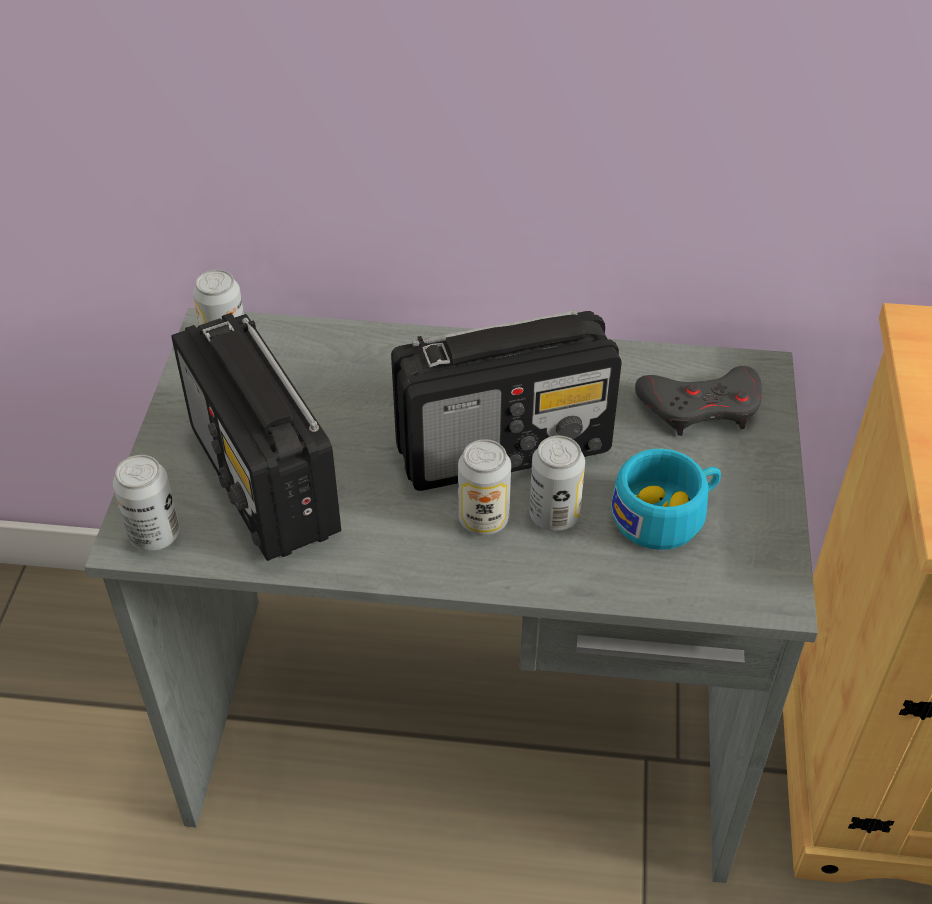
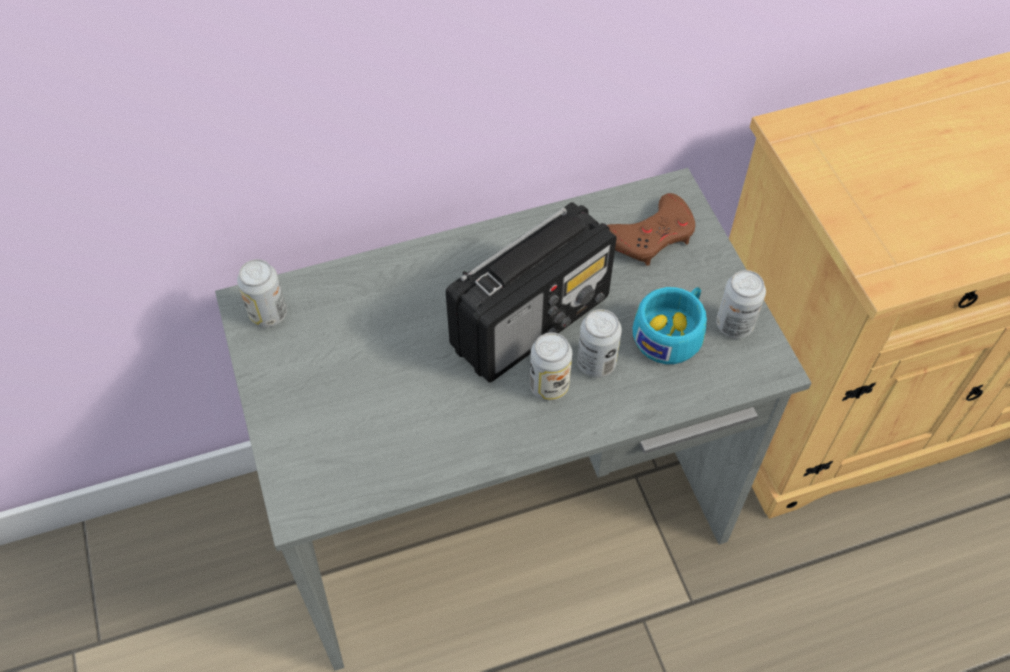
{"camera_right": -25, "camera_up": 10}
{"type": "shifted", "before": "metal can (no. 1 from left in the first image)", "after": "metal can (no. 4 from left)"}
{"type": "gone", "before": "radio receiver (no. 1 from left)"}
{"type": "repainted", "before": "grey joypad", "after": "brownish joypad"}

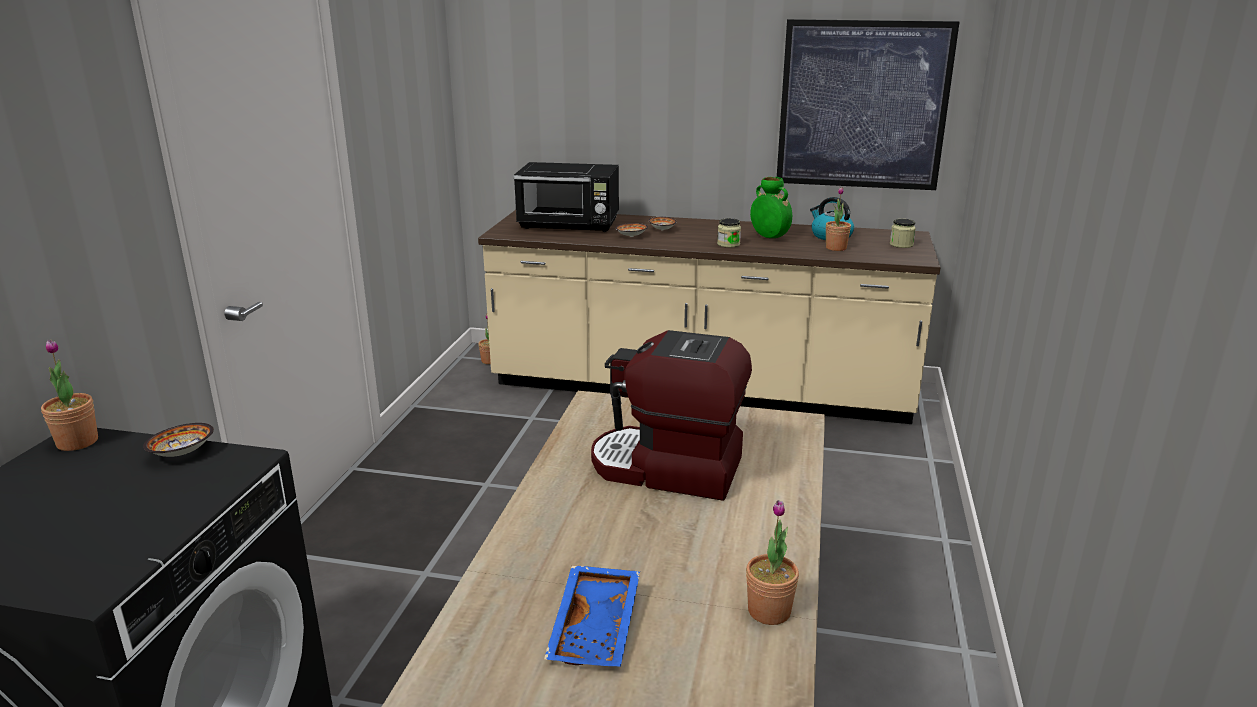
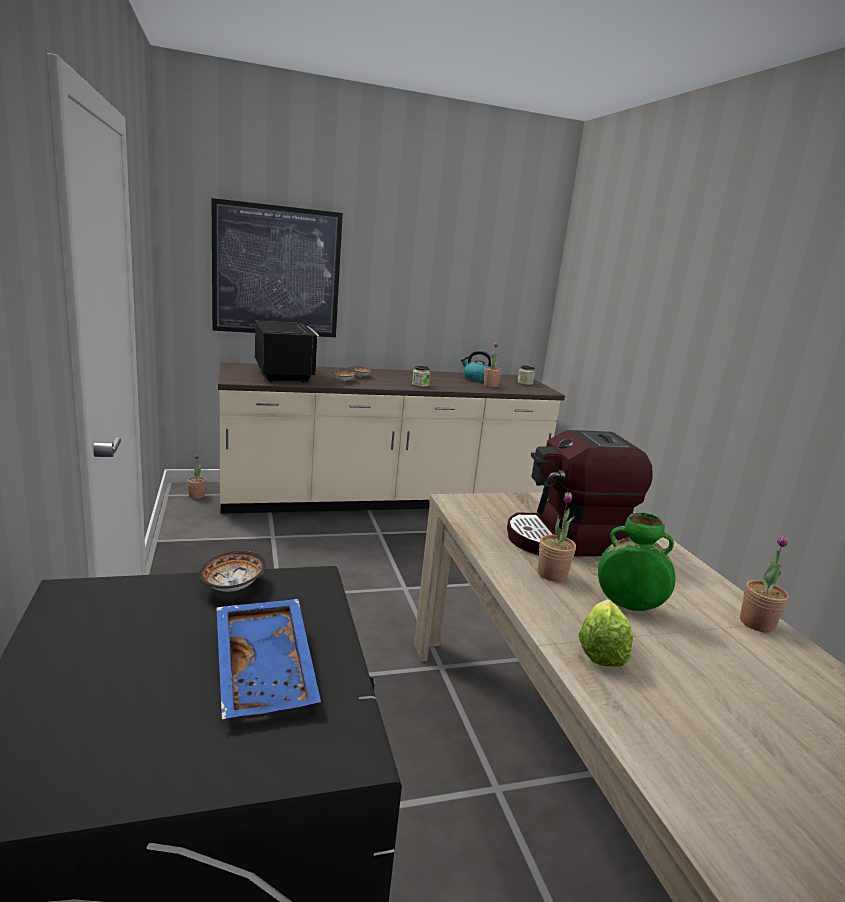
{"camera_right": -30, "camera_up": -5}
{"type": "shifted", "before": "plant in a pot (no. 1 from left in the first image)", "after": "plant in a pot (no. 3 from left)"}
{"type": "rotated", "before": "black microwave oven", "turn": -90}
{"type": "shifted", "before": "blue-coloured carrying tray"}
{"type": "shifted", "before": "green decorative vase"}
{"type": "shifted", "before": "wall art"}
{"type": "new", "after": "lettuce"}

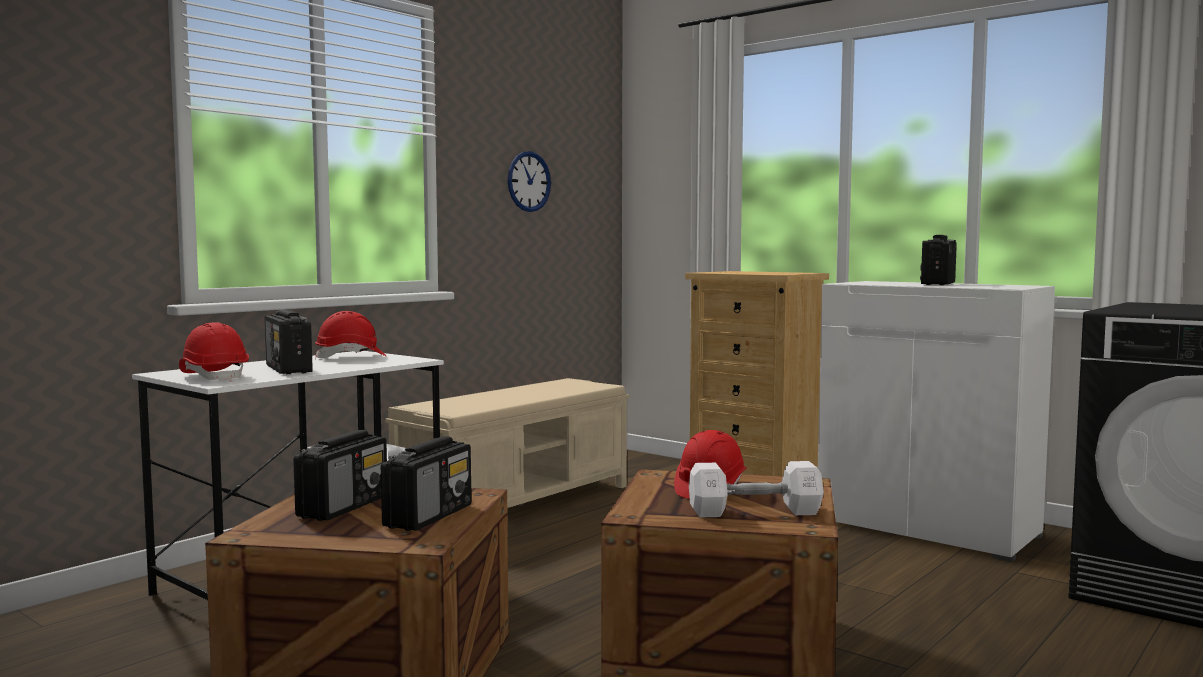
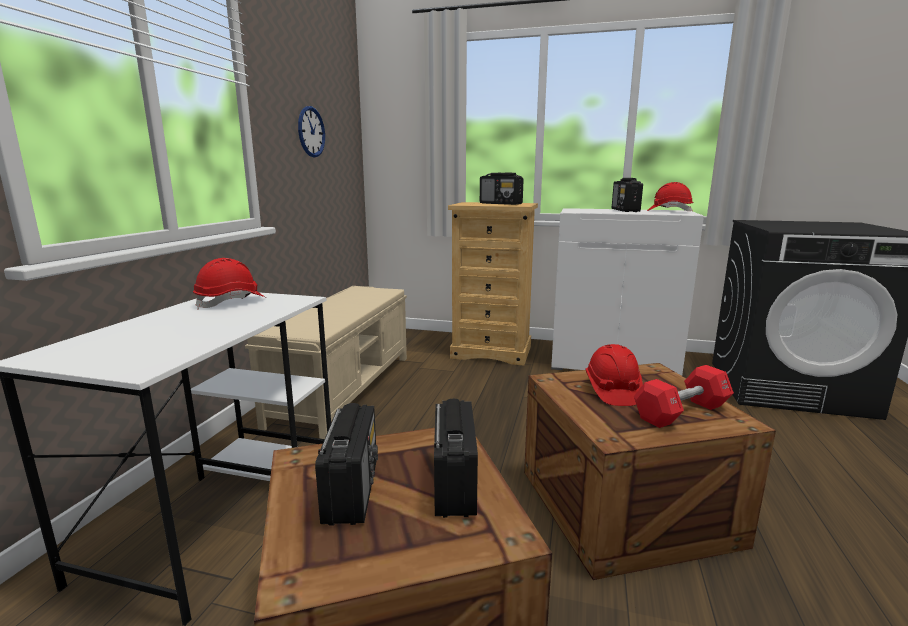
{"camera_right": -25, "camera_up": 10}
{"type": "shifted", "before": "red hard hat (no. 1 from left in the first image)", "after": "red hard hat (no. 3 from left)"}
{"type": "shifted", "before": "radio receiver (no. 1 from left in the first image)", "after": "radio receiver (no. 3 from left)"}
{"type": "repainted", "before": "white-coloured free weight", "after": "red free weight"}

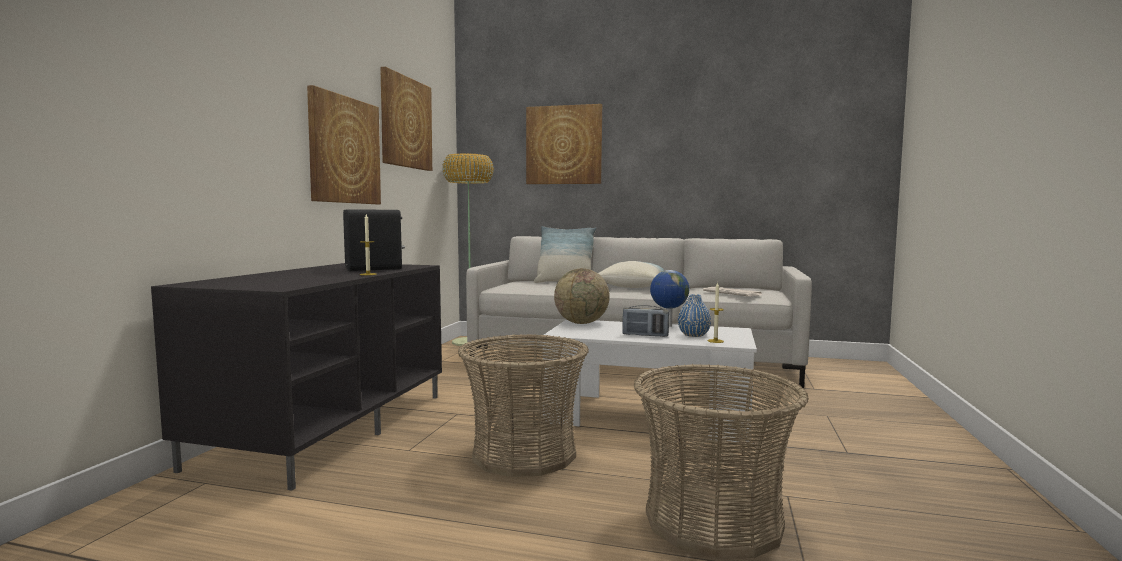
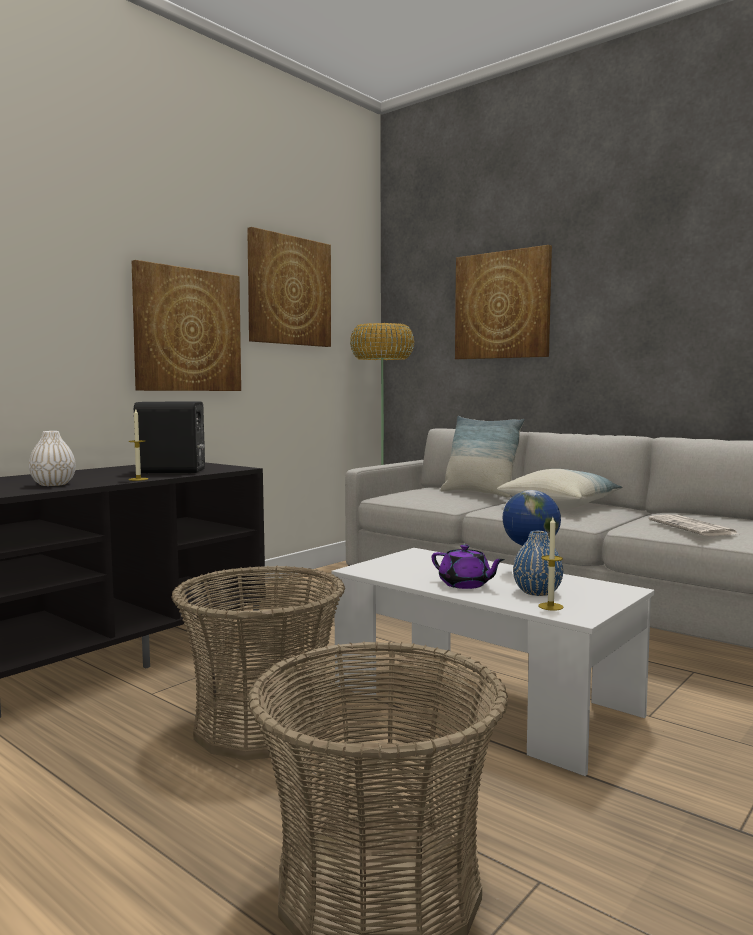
{"camera_right": 25, "camera_up": 0}
{"type": "gone", "before": "globe (no. 1 from left)"}
{"type": "swapped", "before": "radio receiver", "after": "purplish teapot"}
{"type": "new", "after": "white-coloured decorative vase"}

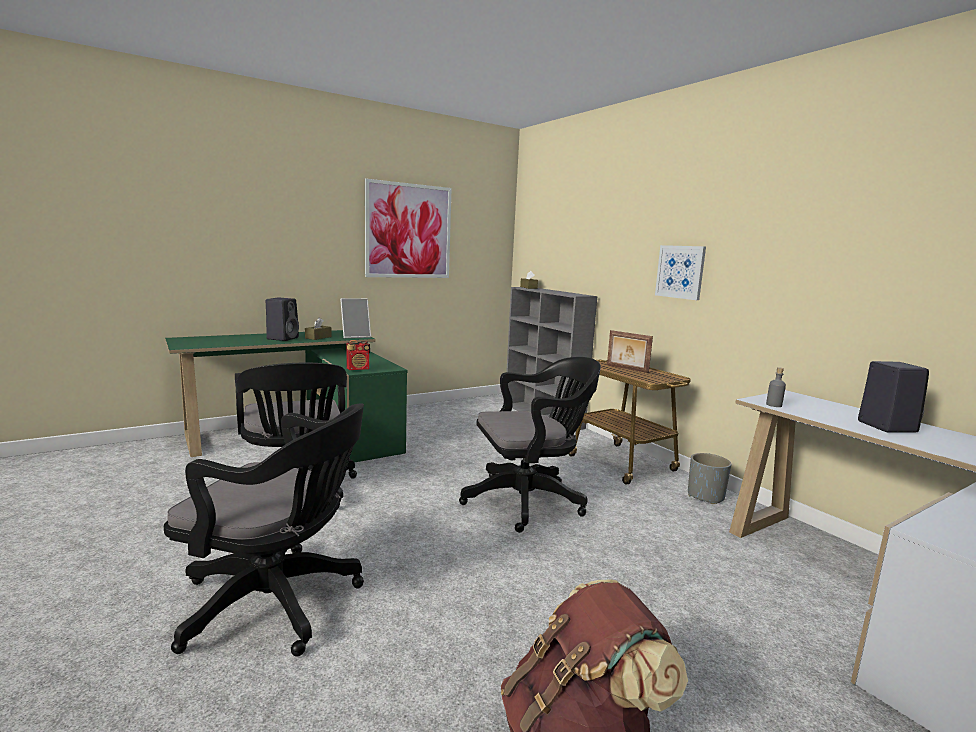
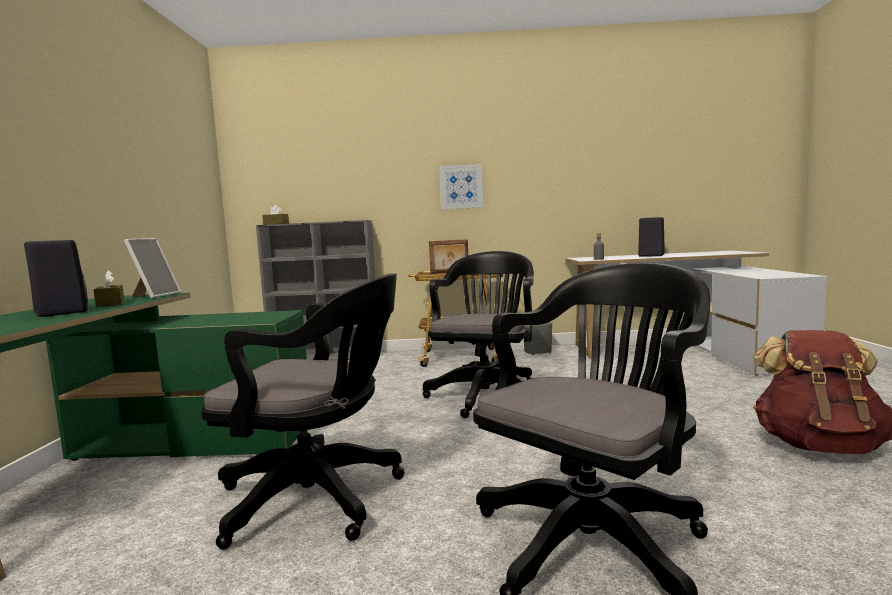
{"camera_right": -55, "camera_up": -5}
{"type": "gone", "before": "radio receiver"}
{"type": "gone", "before": "wall art (no. 1 from left)"}

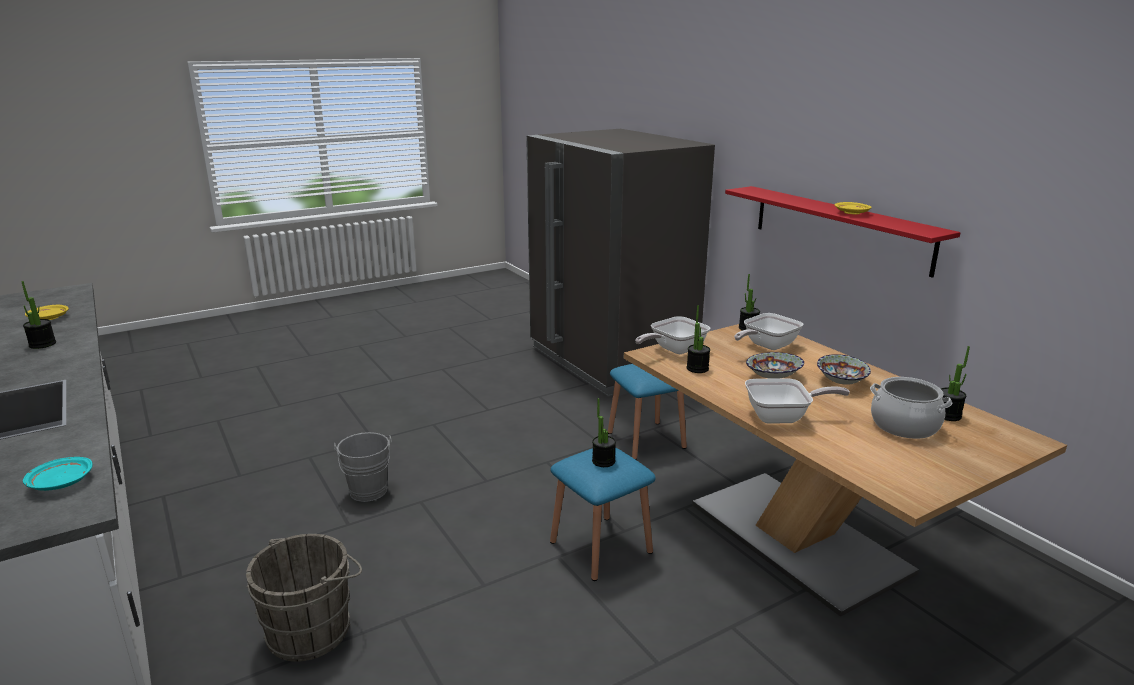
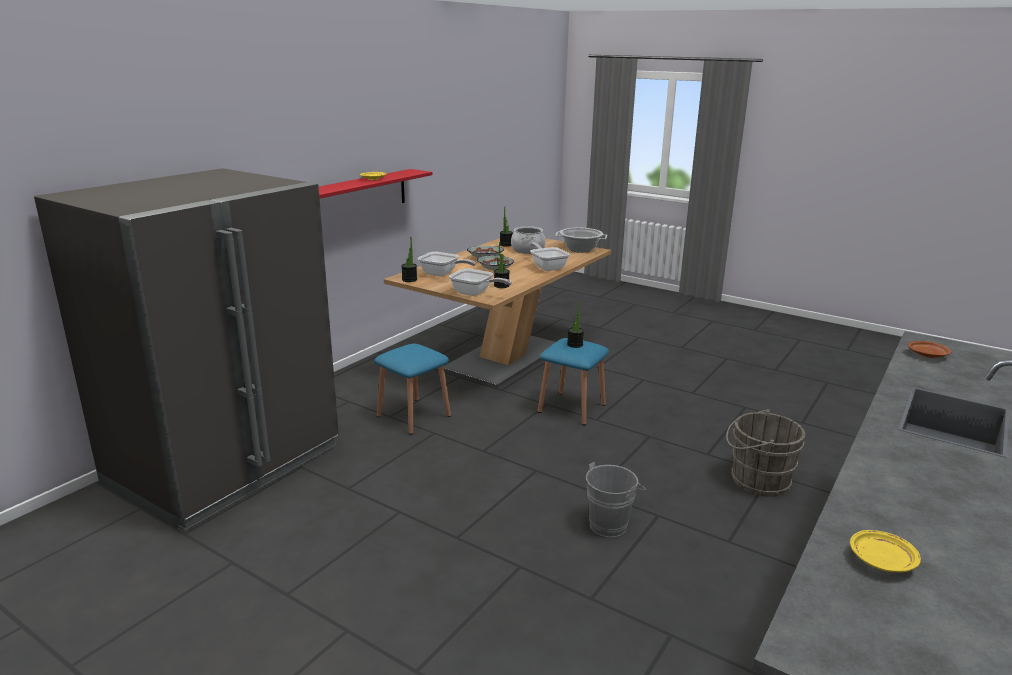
{"camera_right": -115, "camera_up": 0}
{"type": "gone", "before": "plant in a pot (no. 1 from left)"}
{"type": "repainted", "before": "turquoise-coloured flat dish", "after": "brownish flat dish"}
{"type": "new", "after": "cooking pot (no. 2 from left)"}

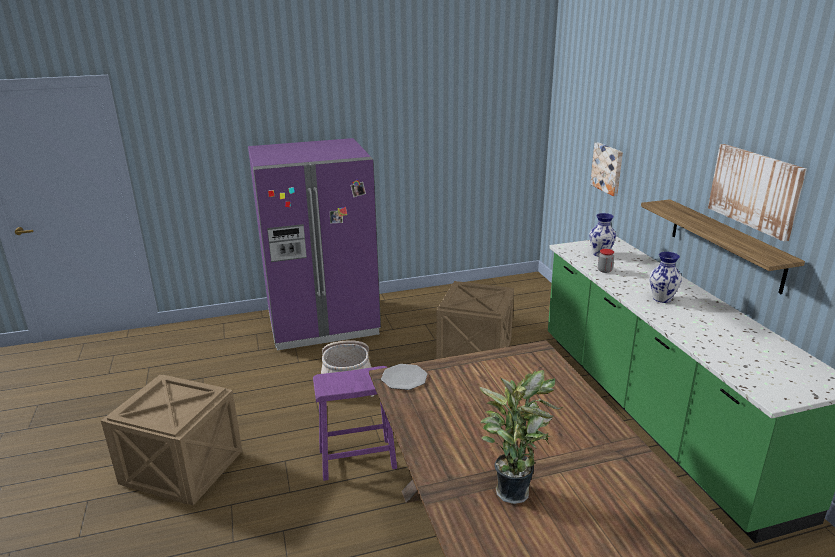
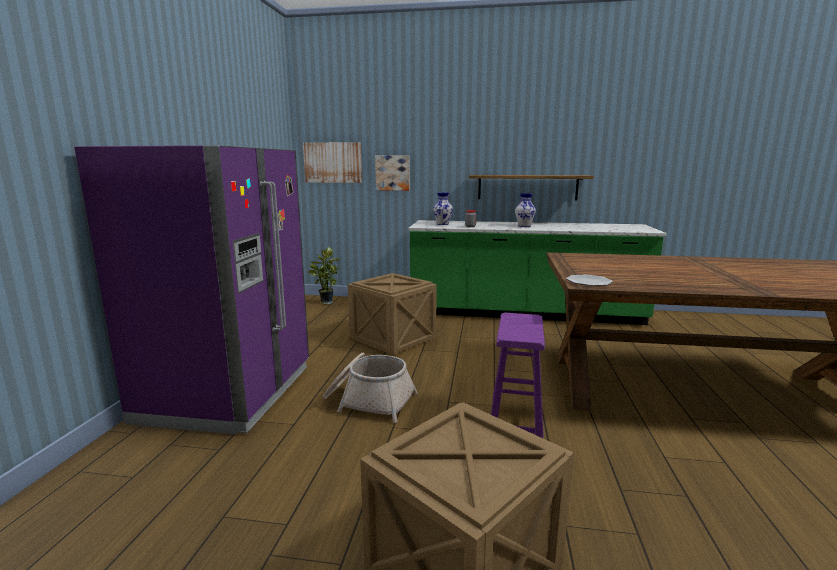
{"camera_right": -65, "camera_up": -10}
{"type": "shifted", "before": "plant in a pot"}
{"type": "shifted", "before": "wall art (no. 2 from left in the first image)", "after": "wall art (no. 1 from left)"}

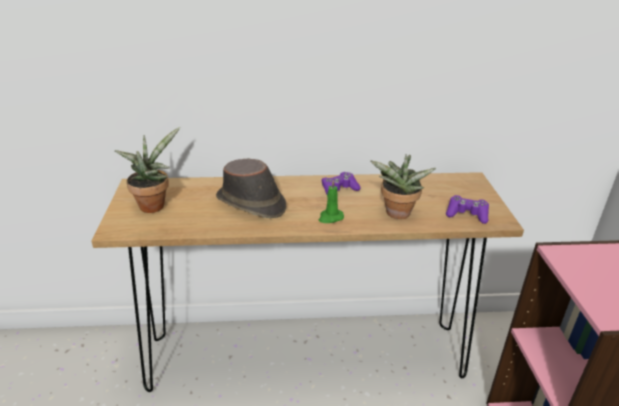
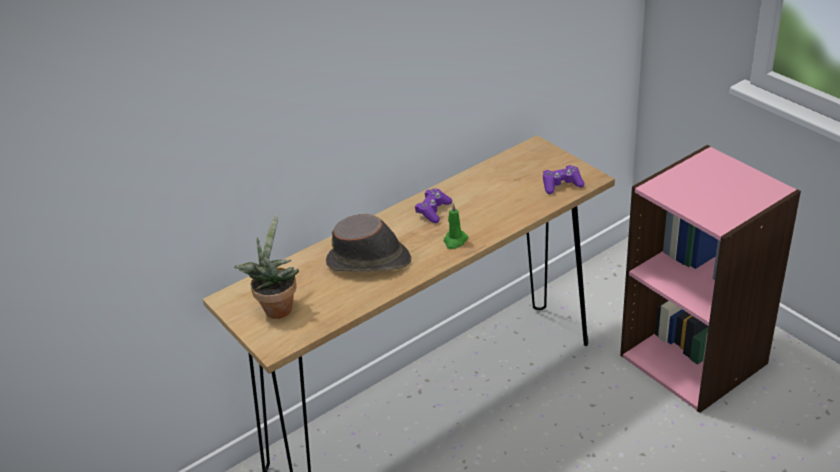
{"camera_right": -30, "camera_up": 5}
{"type": "gone", "before": "plant in a pot (no. 2 from left)"}

